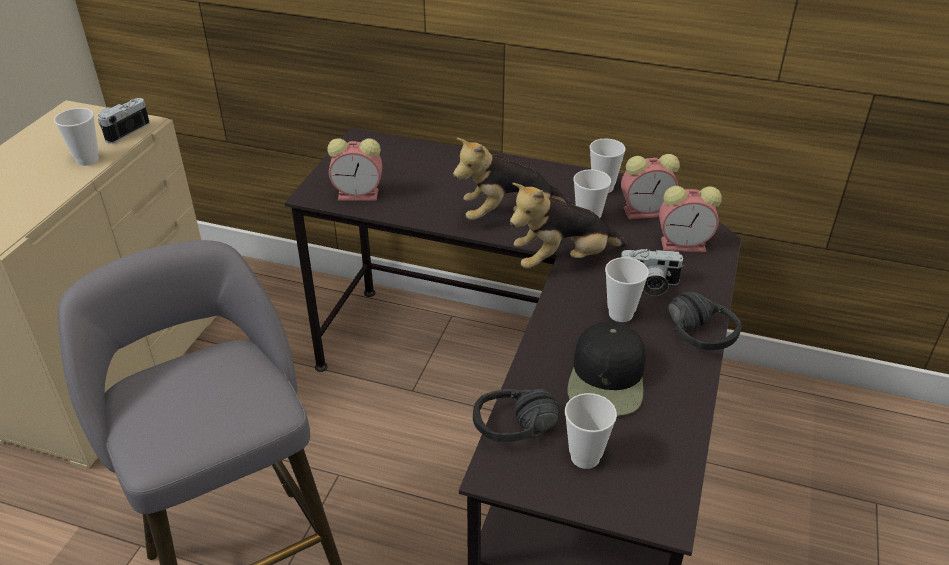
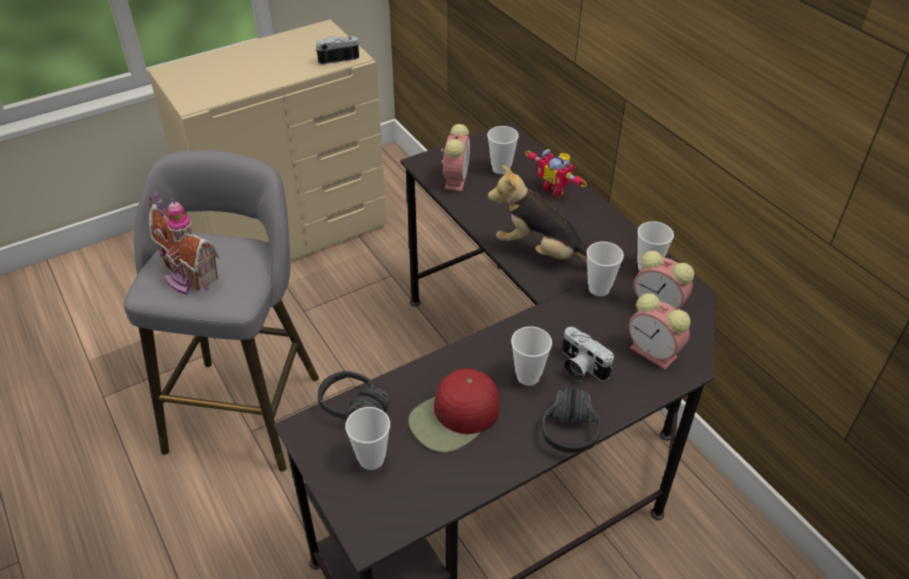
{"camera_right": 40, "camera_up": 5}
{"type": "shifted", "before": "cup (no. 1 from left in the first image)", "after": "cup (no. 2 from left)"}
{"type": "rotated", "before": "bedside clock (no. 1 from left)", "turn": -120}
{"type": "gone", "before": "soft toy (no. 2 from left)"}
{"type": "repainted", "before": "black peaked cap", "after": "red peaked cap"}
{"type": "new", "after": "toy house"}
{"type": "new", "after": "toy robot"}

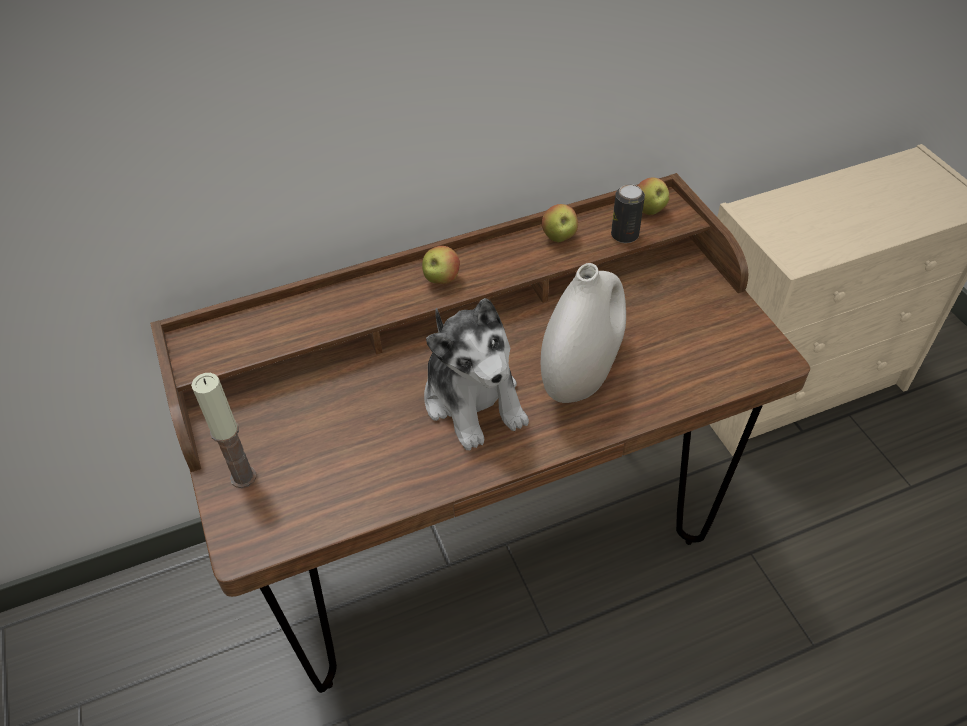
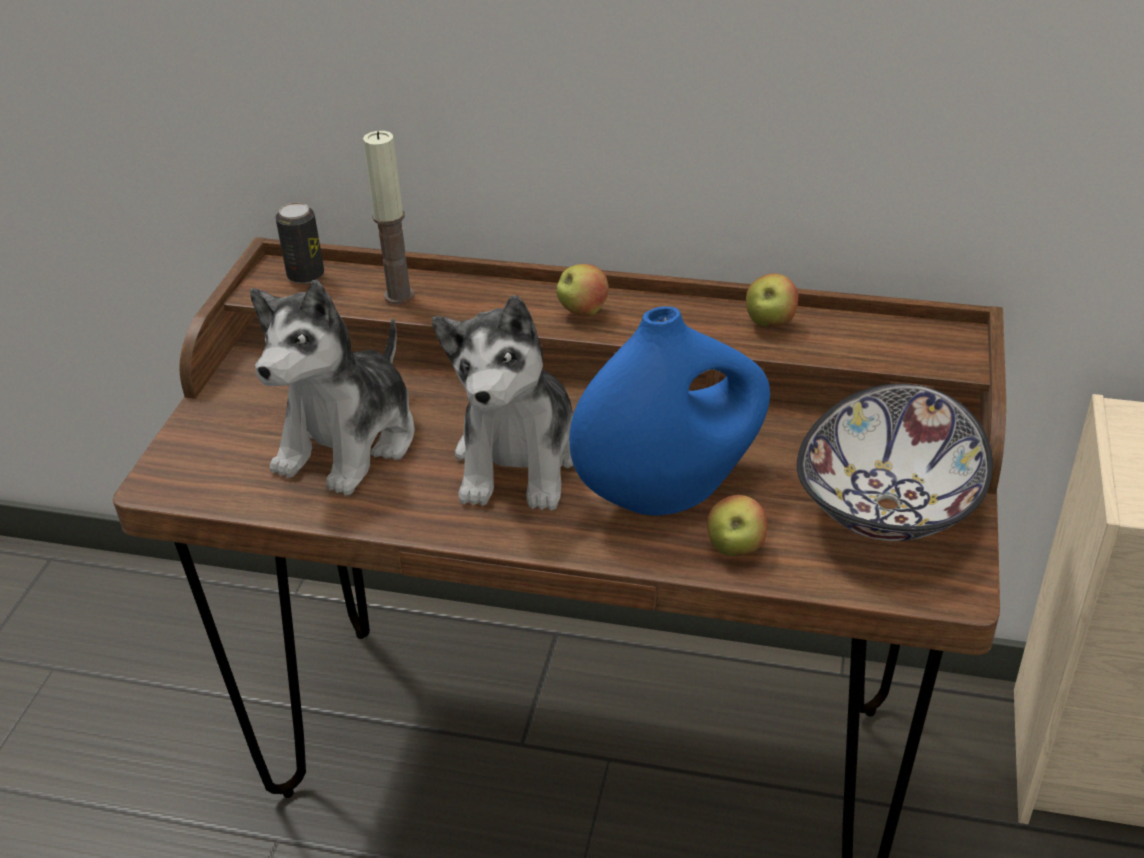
{"camera_right": 35, "camera_up": -10}
{"type": "shifted", "before": "candle"}
{"type": "repainted", "before": "white-coloured decorative vase", "after": "blue-coloured decorative vase"}
{"type": "shifted", "before": "metal can"}
{"type": "shifted", "before": "whole apple (no. 3 from left in the first image)", "after": "whole apple (no. 2 from left)"}
{"type": "new", "after": "soft toy (no. 1 from left)"}
{"type": "new", "after": "bowl"}

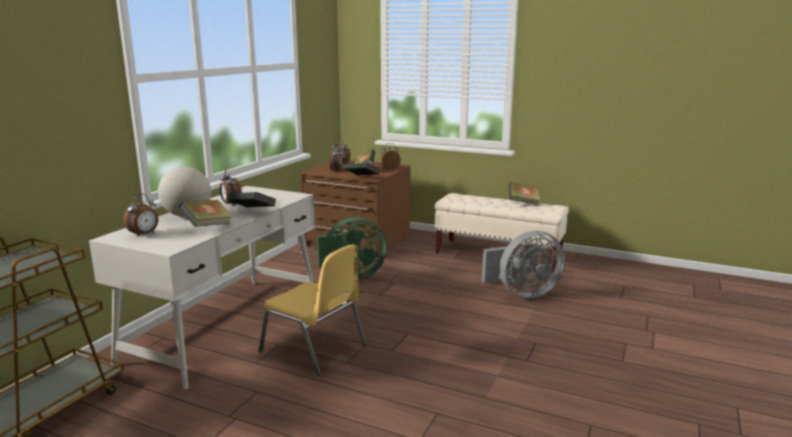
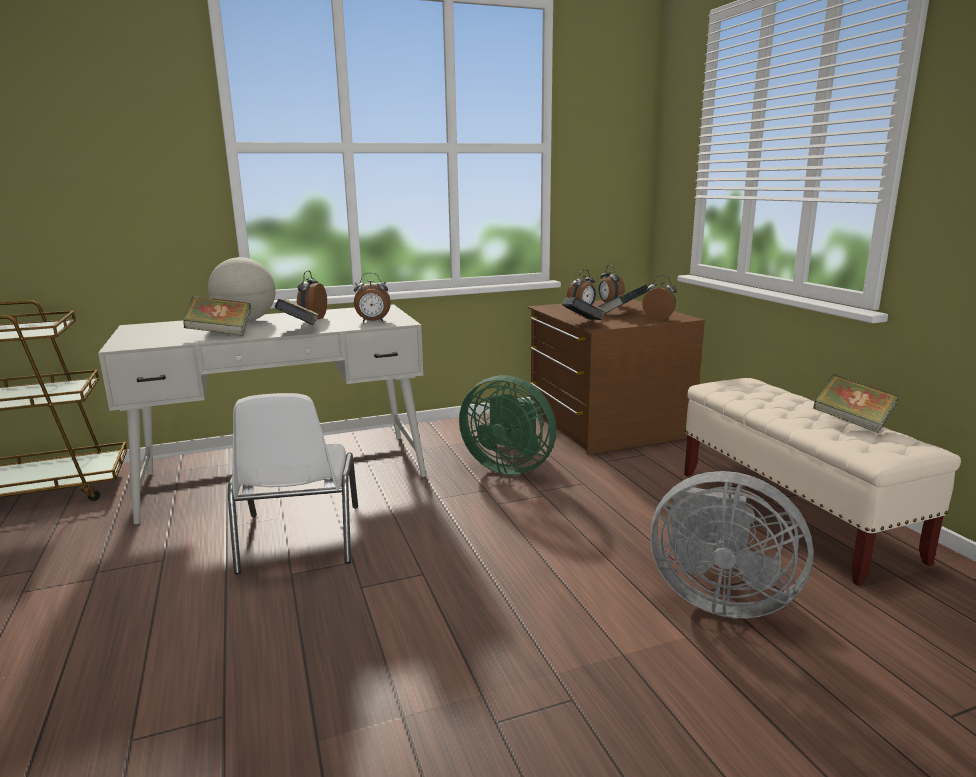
{"camera_right": 45, "camera_up": 0}
{"type": "shifted", "before": "bedside clock (no. 1 from left in the first image)", "after": "bedside clock (no. 2 from left)"}
{"type": "repainted", "before": "yellowish upright chair", "after": "white-coloured upright chair"}

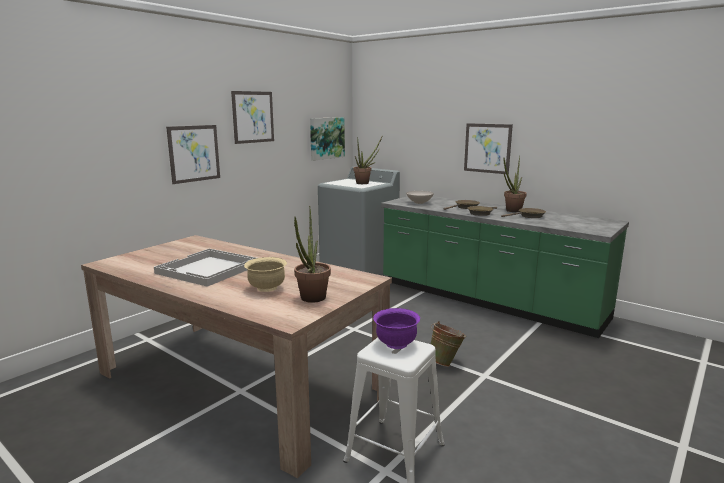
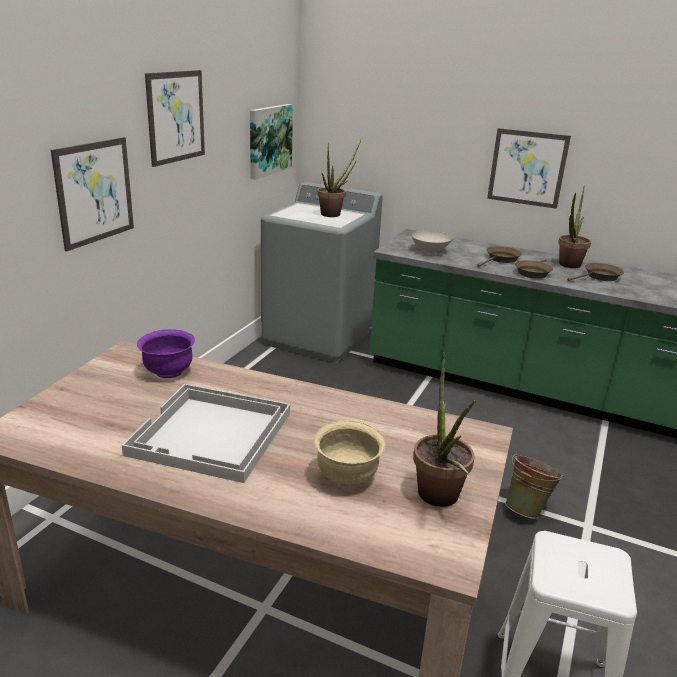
{"camera_right": -15, "camera_up": 10}
{"type": "shifted", "before": "purplish bowl"}

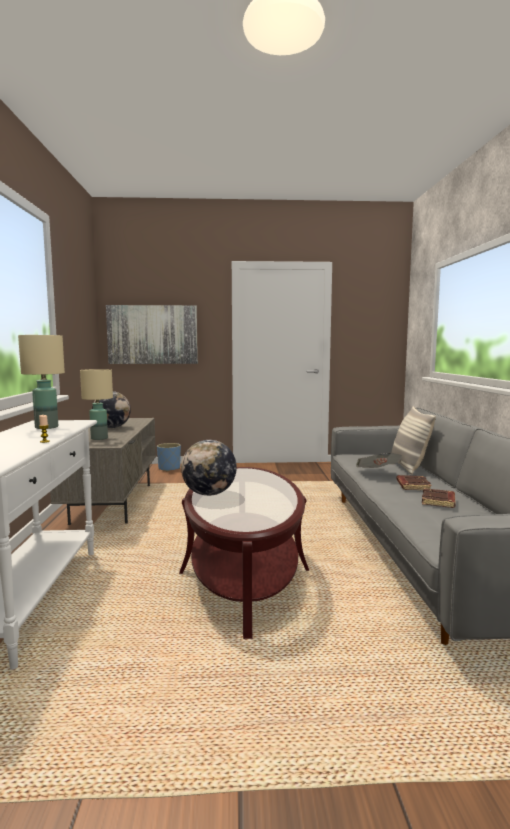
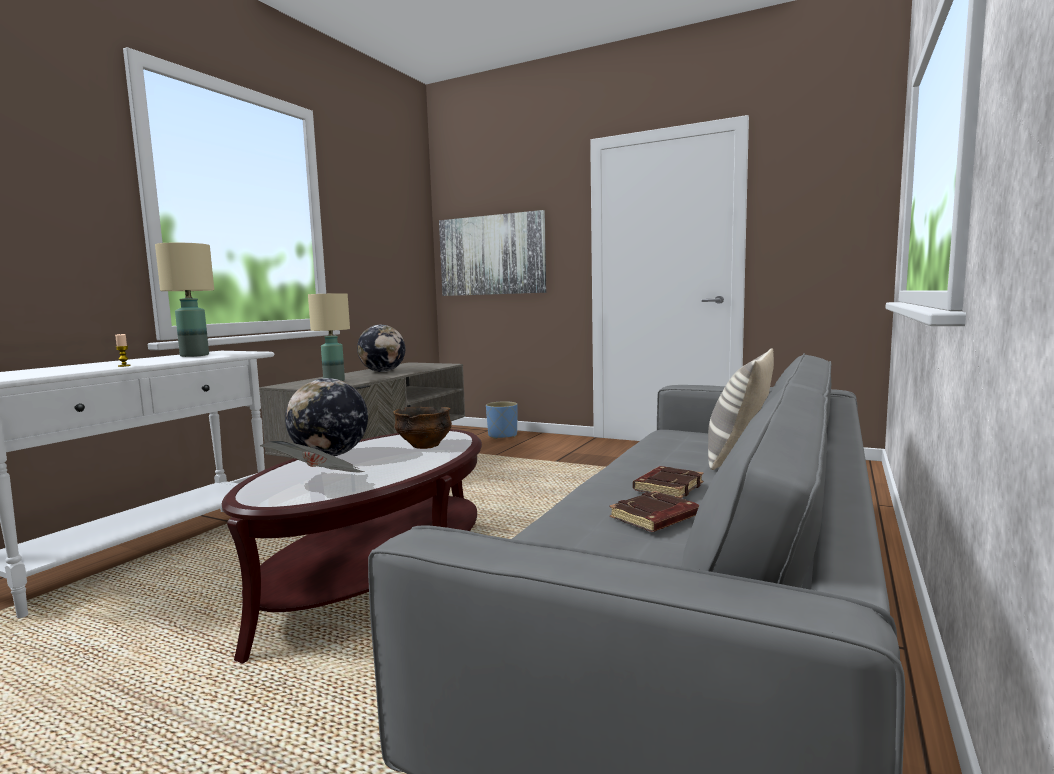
{"camera_right": 30, "camera_up": 0}
{"type": "shifted", "before": "printed paper"}
{"type": "new", "after": "bowl"}

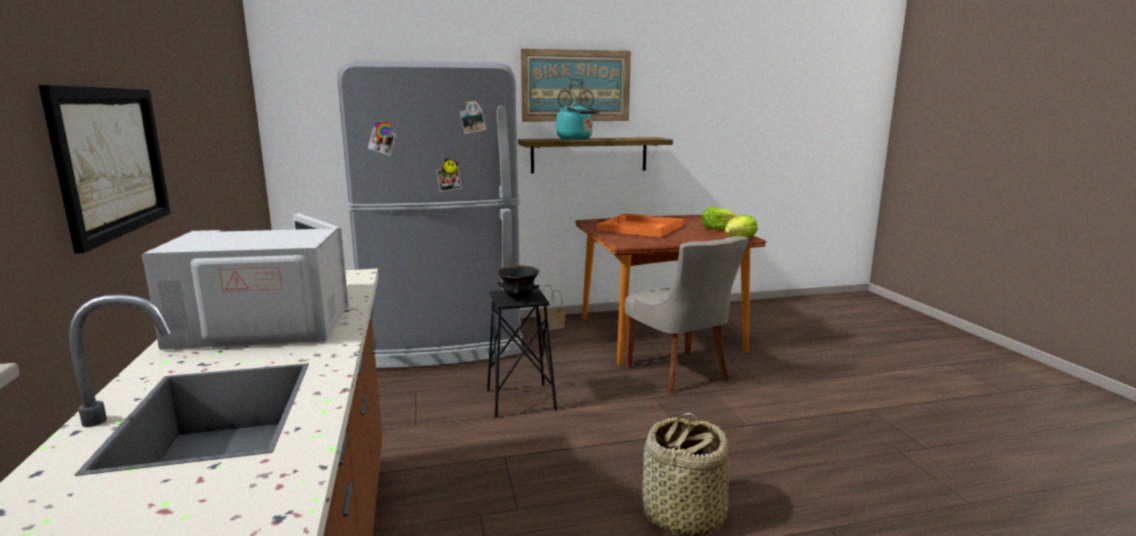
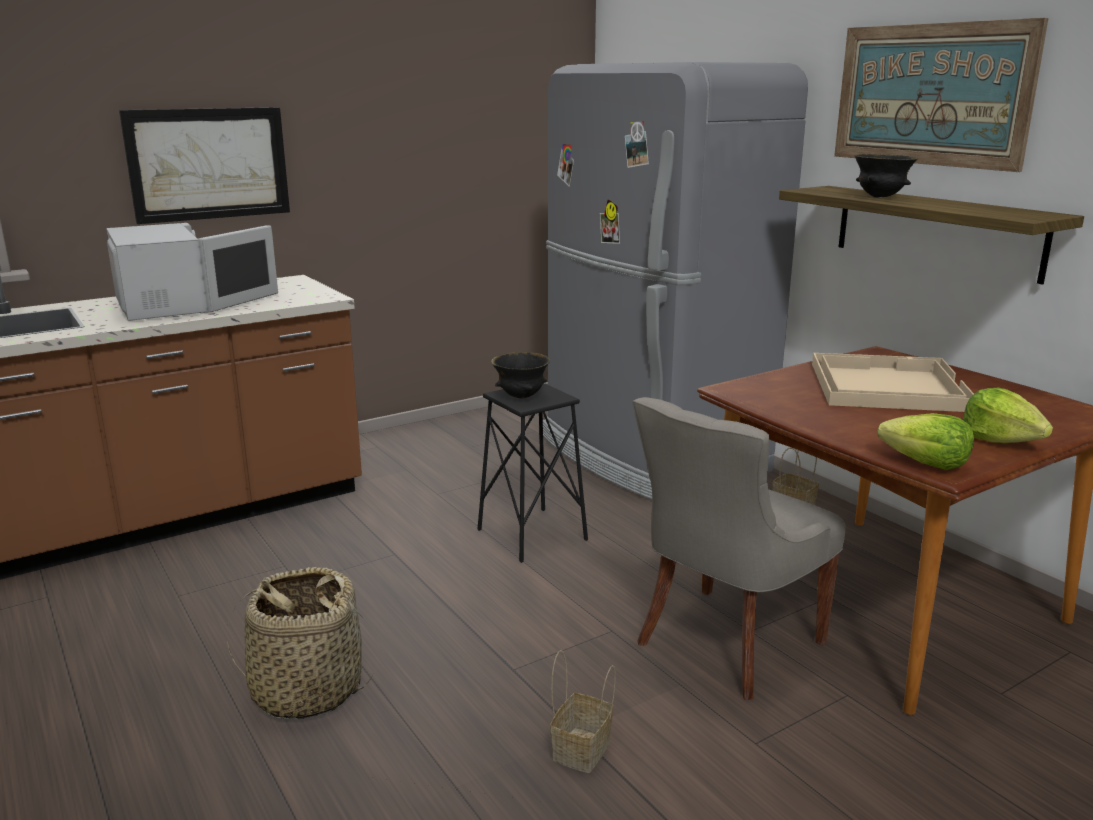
{"camera_right": 70, "camera_up": 5}
{"type": "swapped", "before": "turquoise-coloured water kettle", "after": "black bowl (no. 2 from left)"}
{"type": "repainted", "before": "orange carrying tray", "after": "beige-coloured carrying tray"}
{"type": "new", "after": "household basket (no. 2 from left)"}

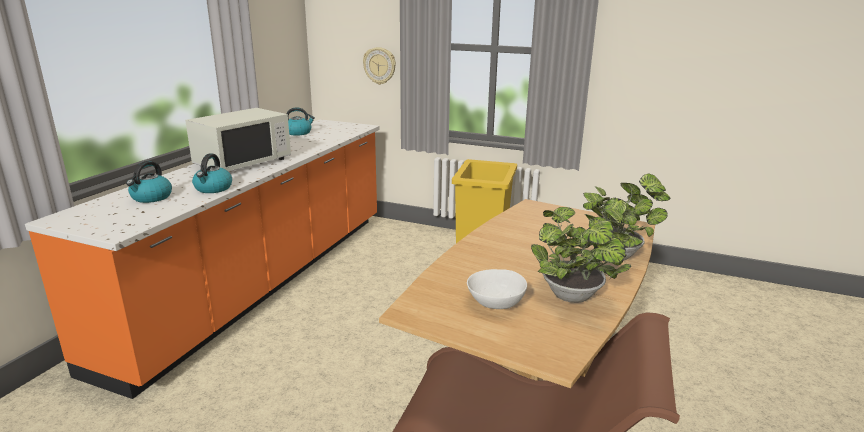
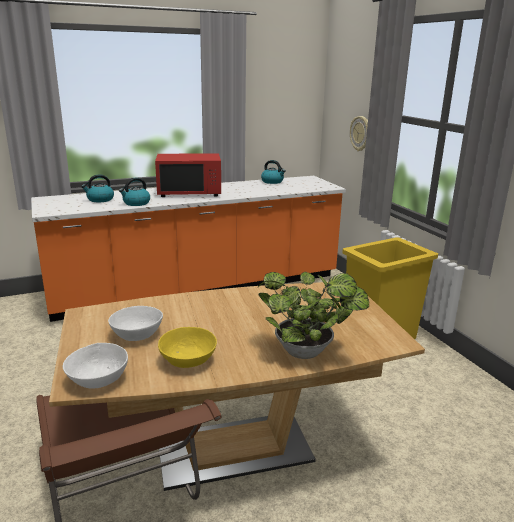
{"camera_right": 45, "camera_up": 0}
{"type": "repainted", "before": "white-coloured microwave oven", "after": "red microwave oven"}
{"type": "swapped", "before": "plant in a pot (no. 1 from left)", "after": "yellowish bowl"}
{"type": "new", "after": "white-coloured bowl (no. 1 from left)"}

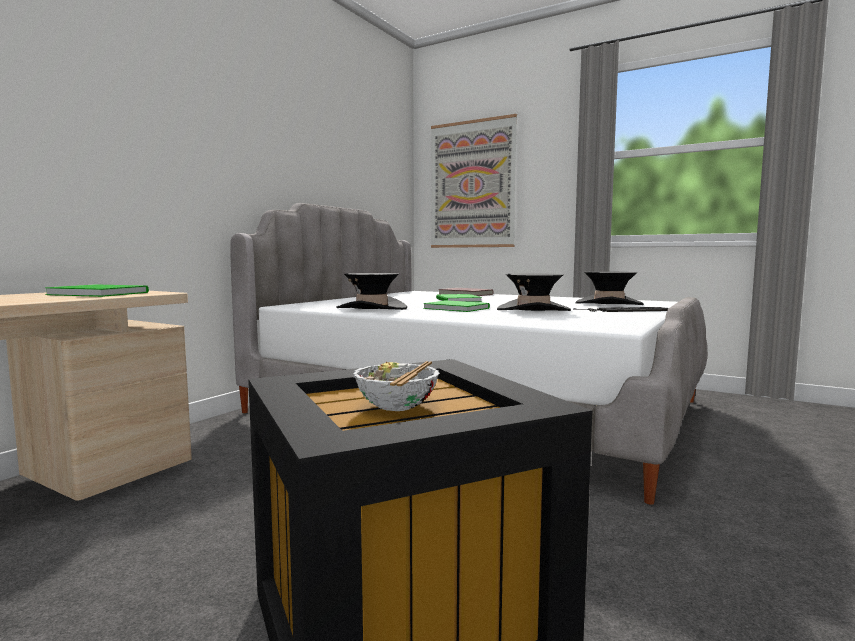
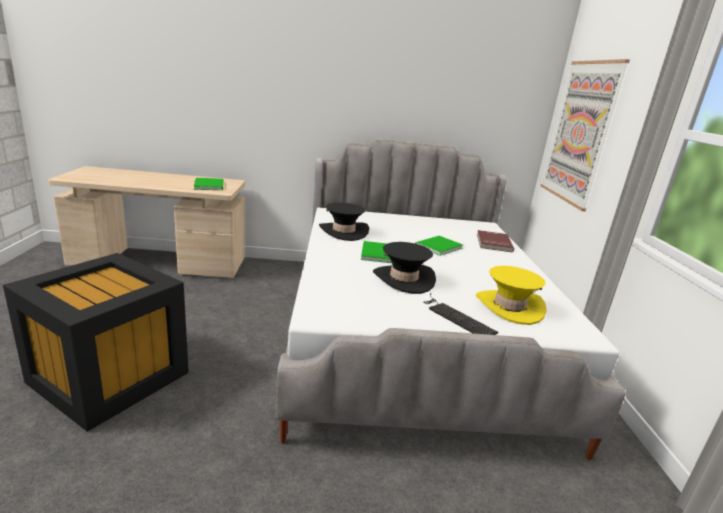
{"camera_right": 55, "camera_up": 15}
{"type": "gone", "before": "bowl"}
{"type": "repainted", "before": "black wearable hat (no. 3 from left)", "after": "yellowish wearable hat"}

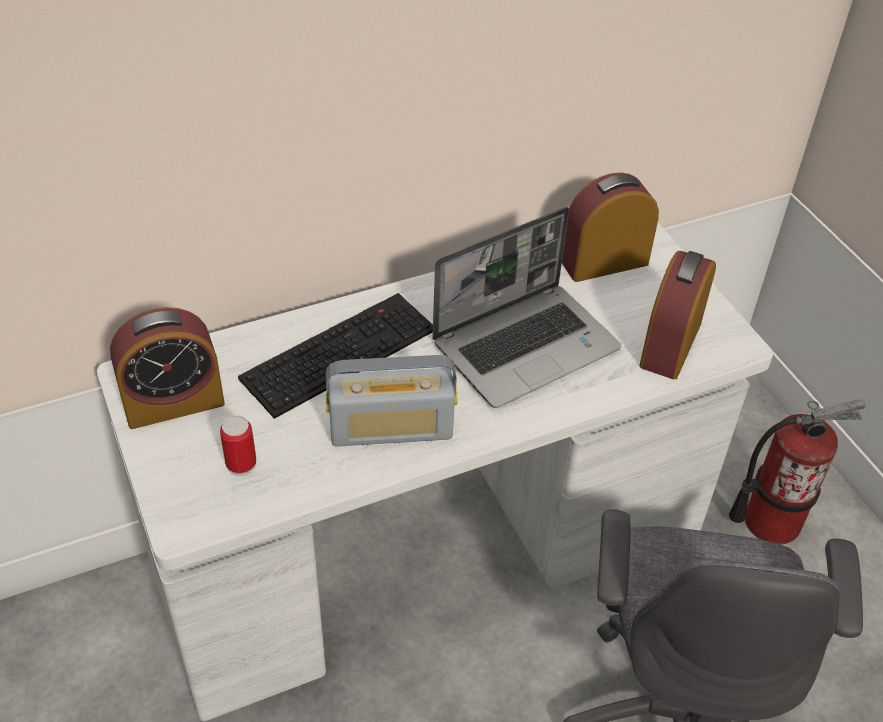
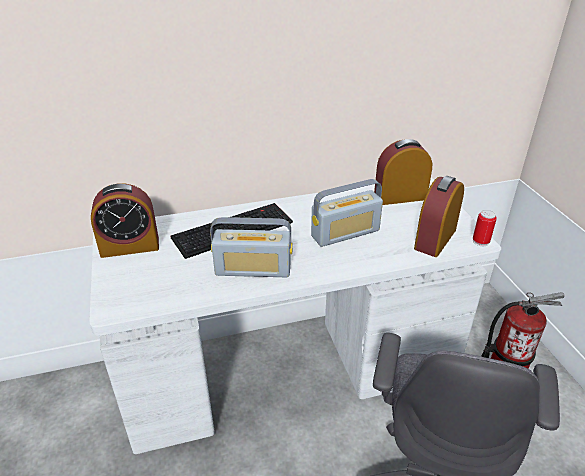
{"camera_right": 10, "camera_up": -10}
{"type": "shifted", "before": "metal can"}
{"type": "swapped", "before": "laptop", "after": "radio receiver (no. 2 from left)"}

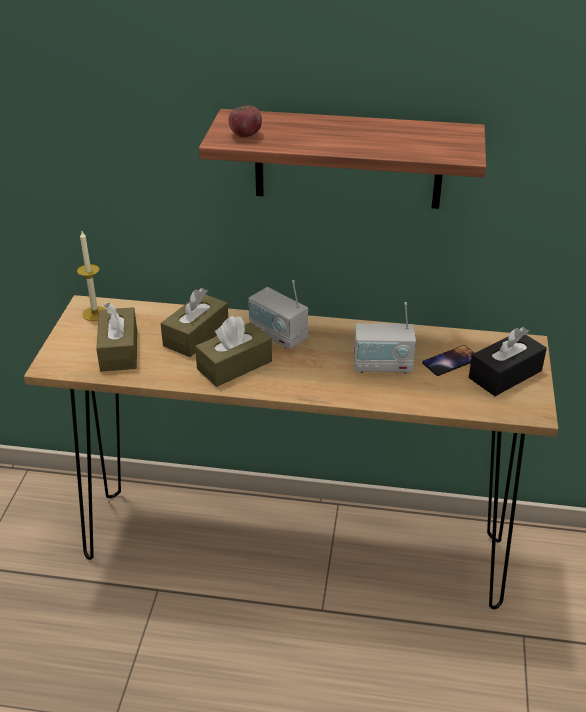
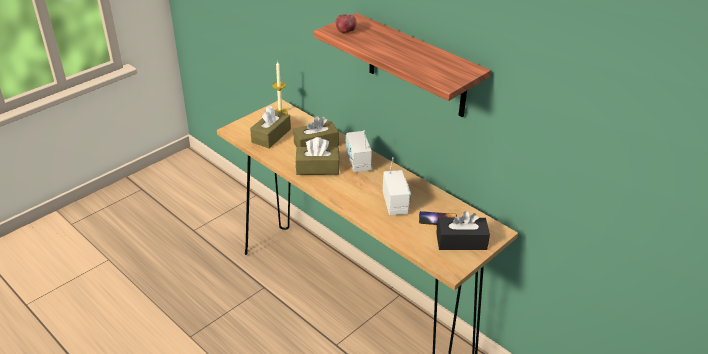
{"camera_right": 35, "camera_up": 0}
{"type": "rotated", "before": "radio receiver (no. 2 from left)", "turn": -135}

